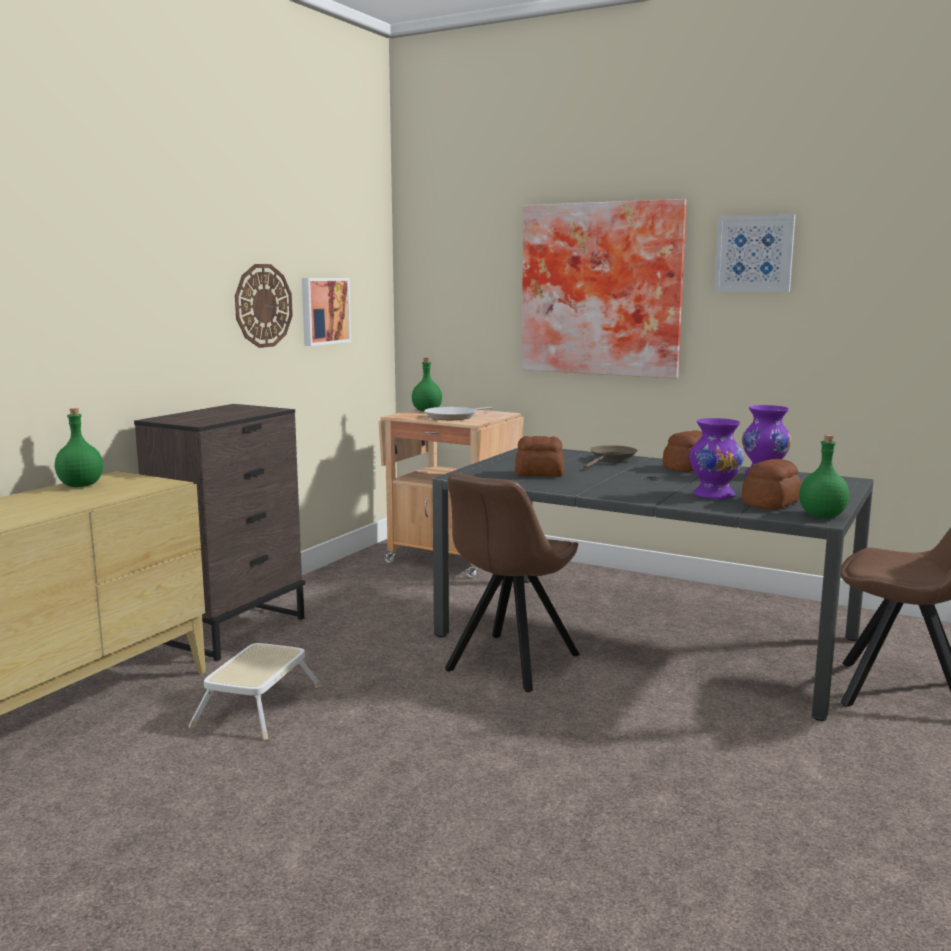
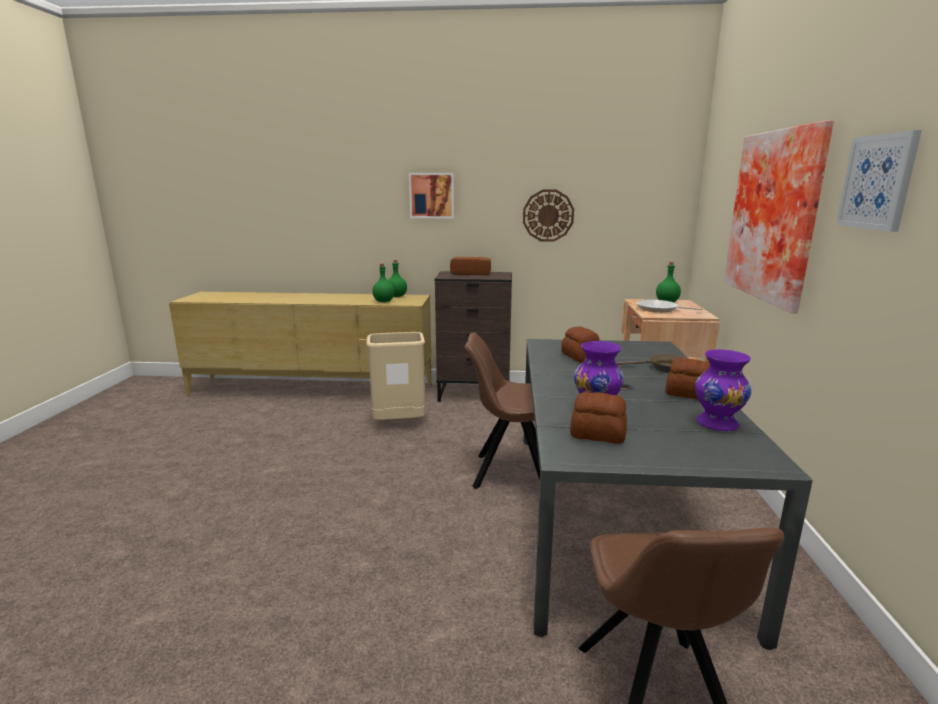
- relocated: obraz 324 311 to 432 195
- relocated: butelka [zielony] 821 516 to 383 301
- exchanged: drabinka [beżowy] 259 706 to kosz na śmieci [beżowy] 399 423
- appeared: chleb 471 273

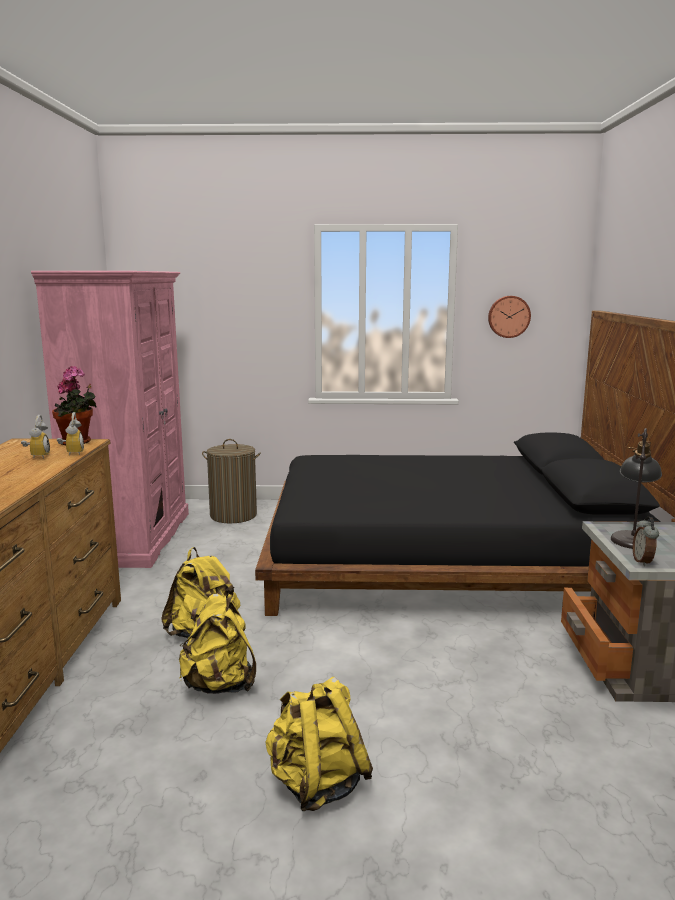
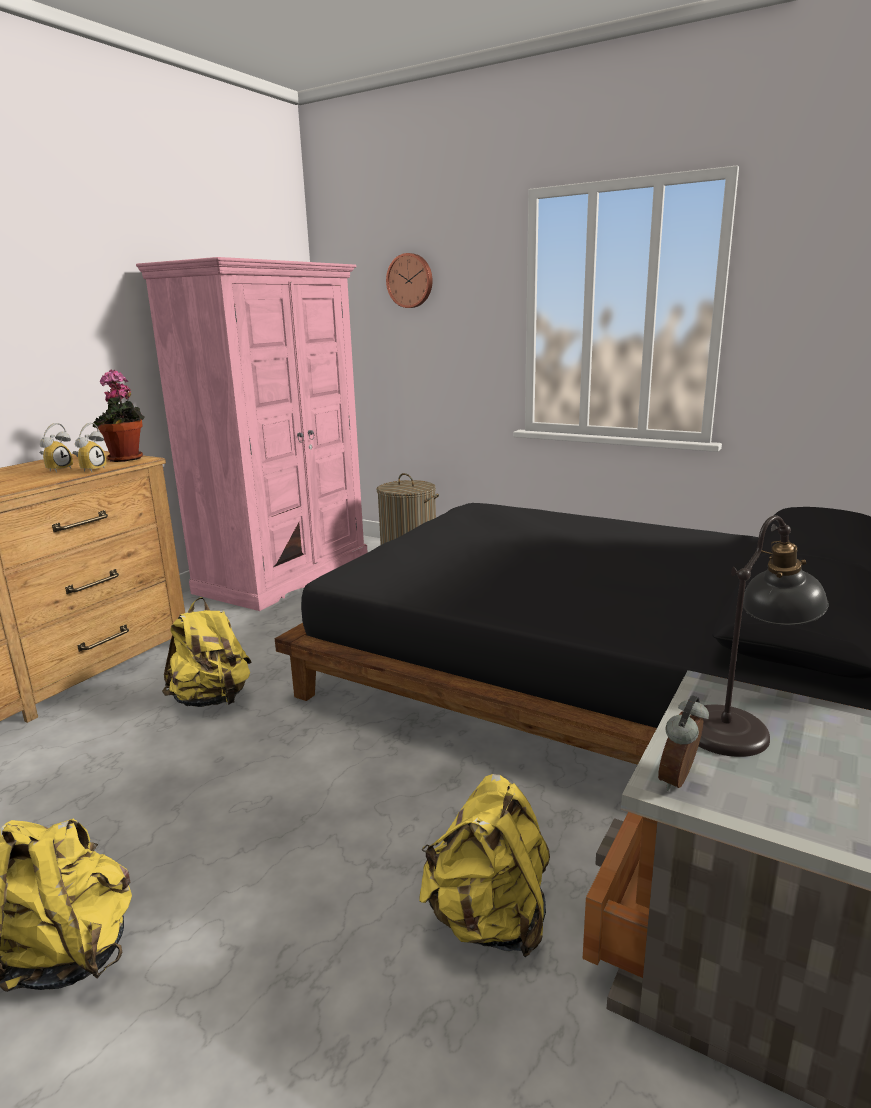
- relocated: zegar ścienny 508 316 to 410 280
- relocated: plecak [żółty] 220 685 to 489 920

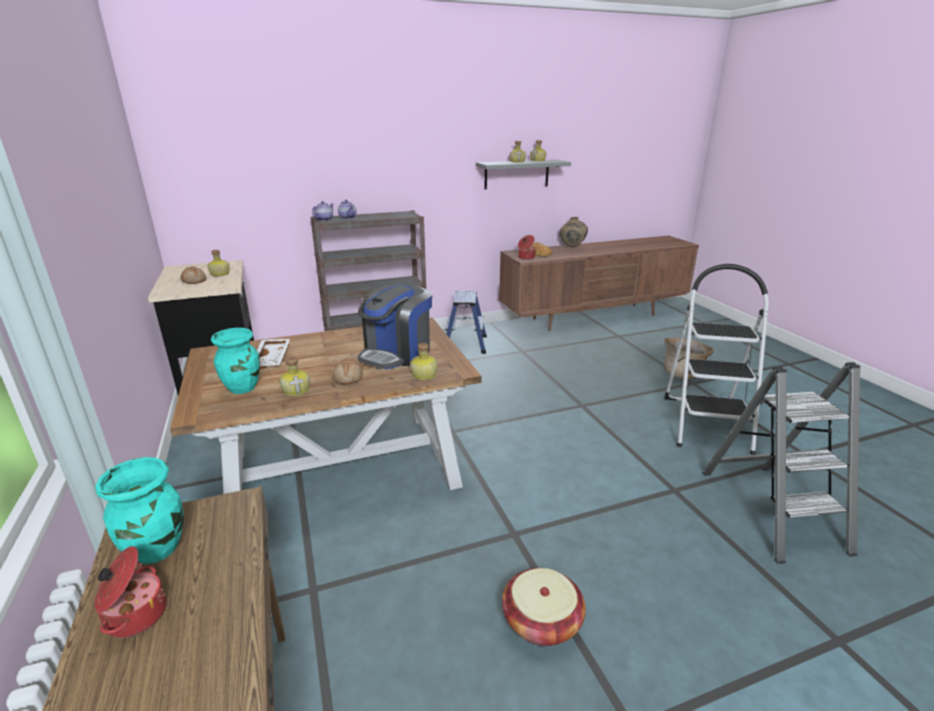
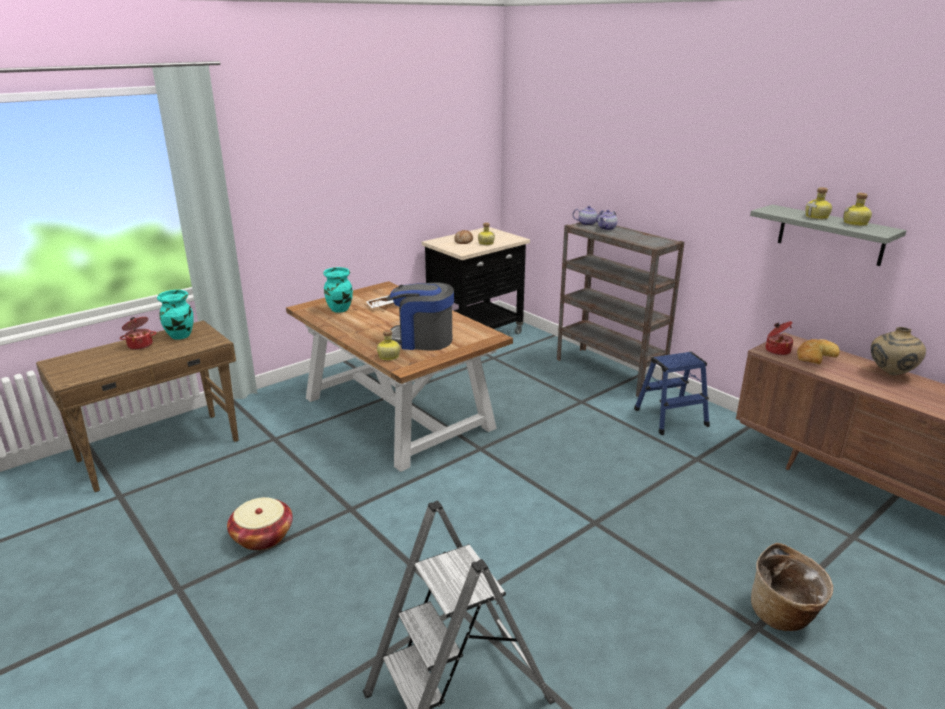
- missing: drabinka 705 422
- missing: butelka 297 390
- missing: chleb 349 377

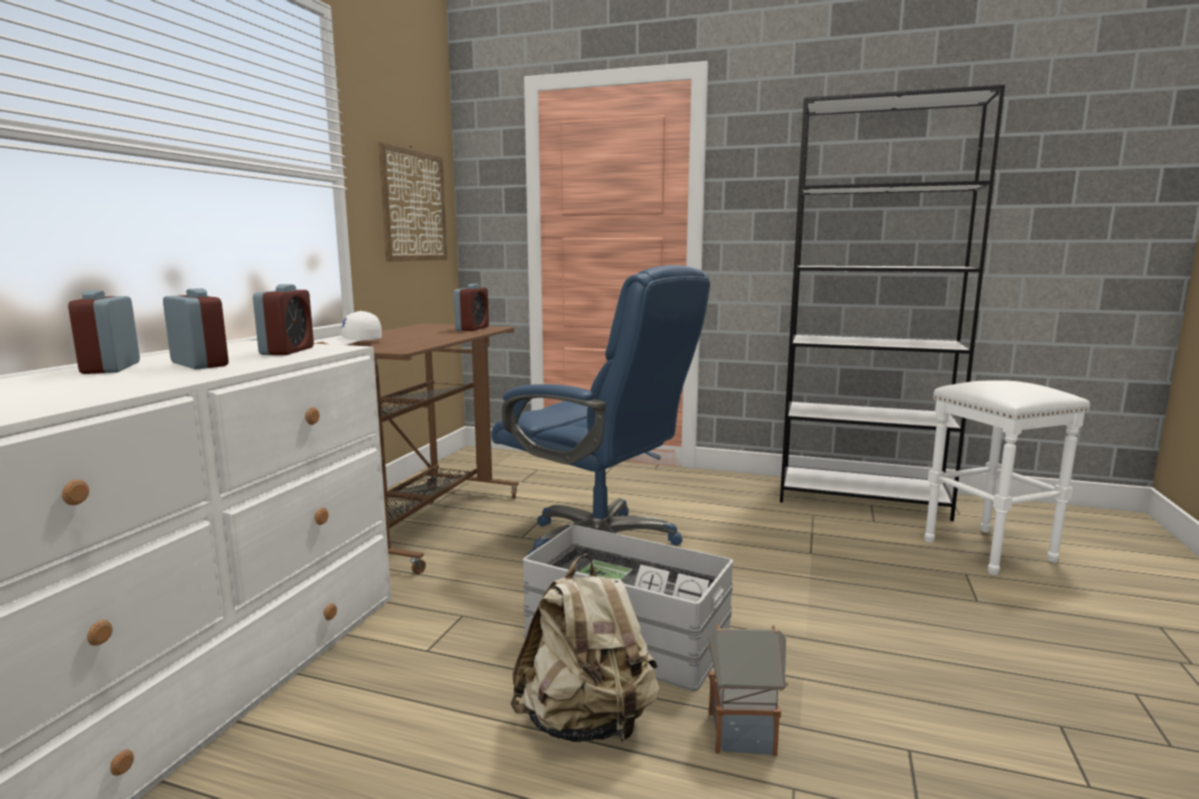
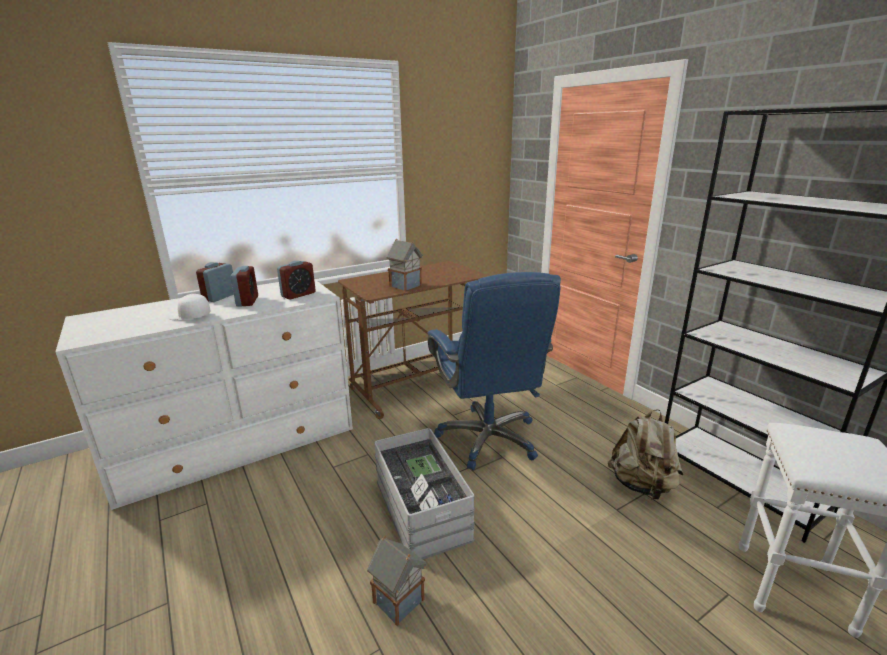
- missing: obraz 414 204
- missing: budzik 472 328
- relocated: czapka z daszkiem [biały] 353 342 to 189 316
- relocated: plecak [beżowy] 586 723 to 642 485
- appeared: domek 406 286

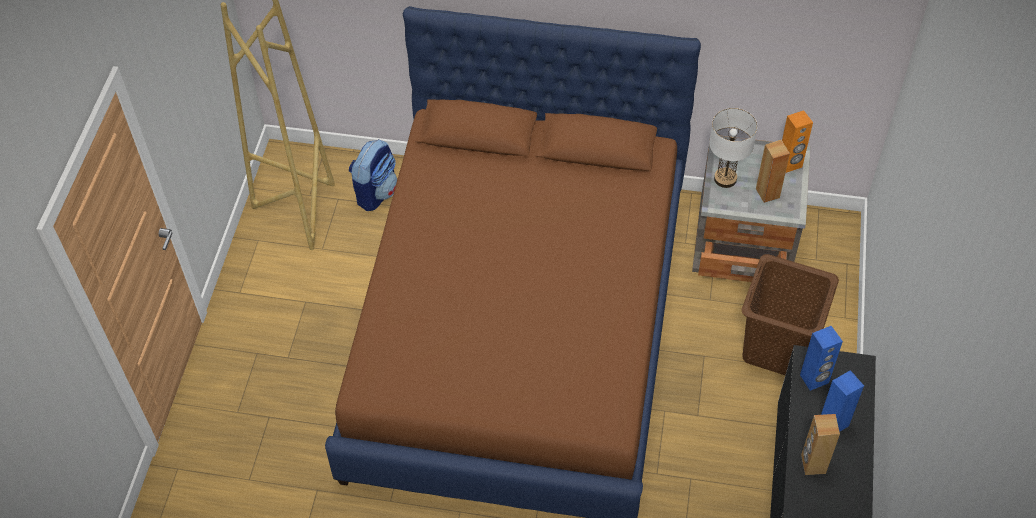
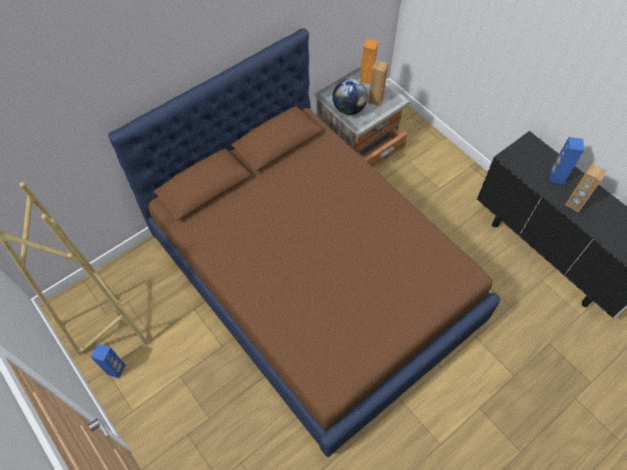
- exchanged: lampa stołowa 725 178 to globus 348 109
- missing: plecak 376 192
- missing: kosz na pranie [brązowy] 776 347
- relocated: głośnik [niebieski] 814 379 to 116 369

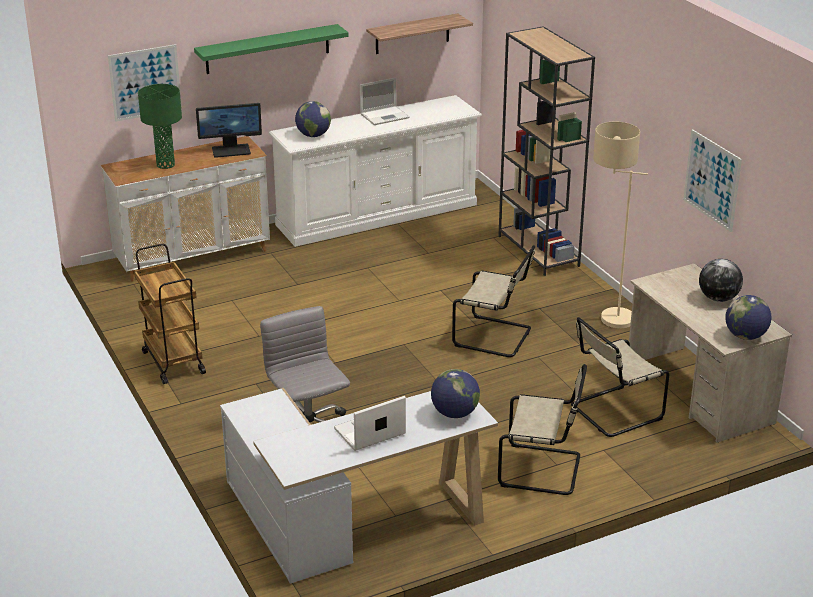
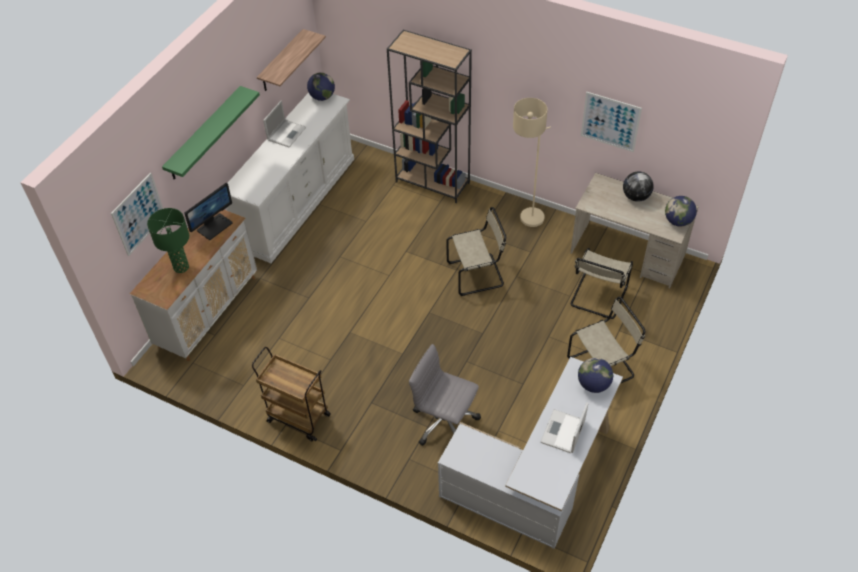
- relocated: globus 313 135 to 322 97

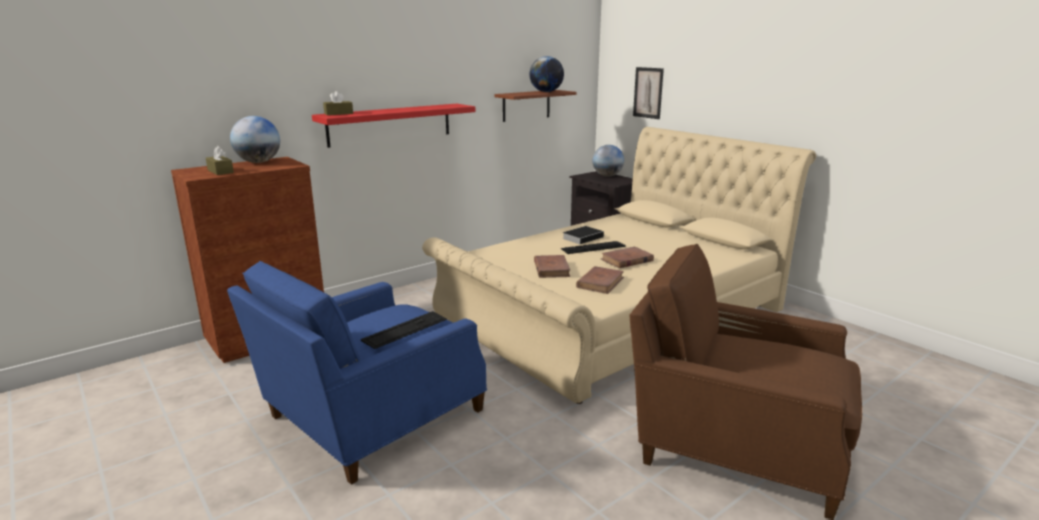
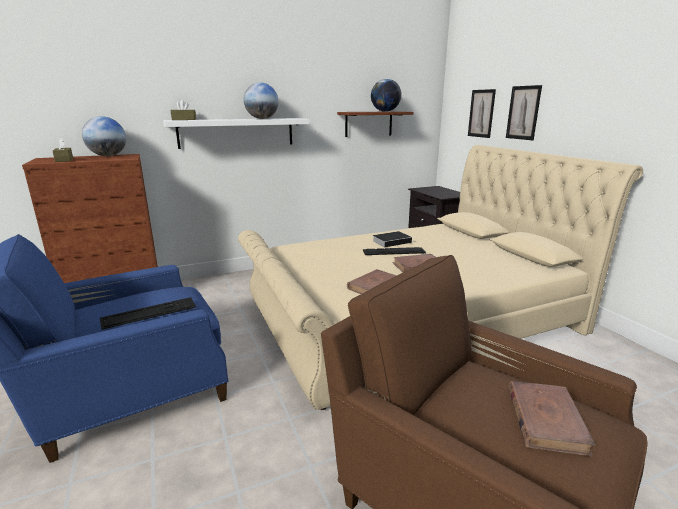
- colour: półka [czerwony] 390 124 to półka [biały] 236 132
- relocated: globus 607 176 to 262 119
- relocated: książka [brązowy] 551 269 to 545 419
- appeared: obraz 523 113

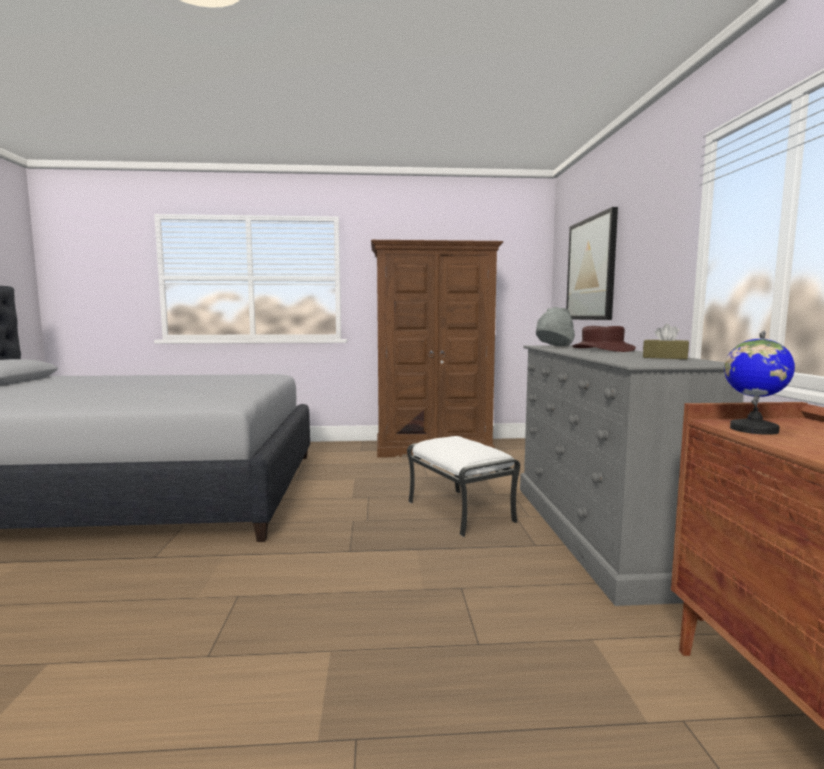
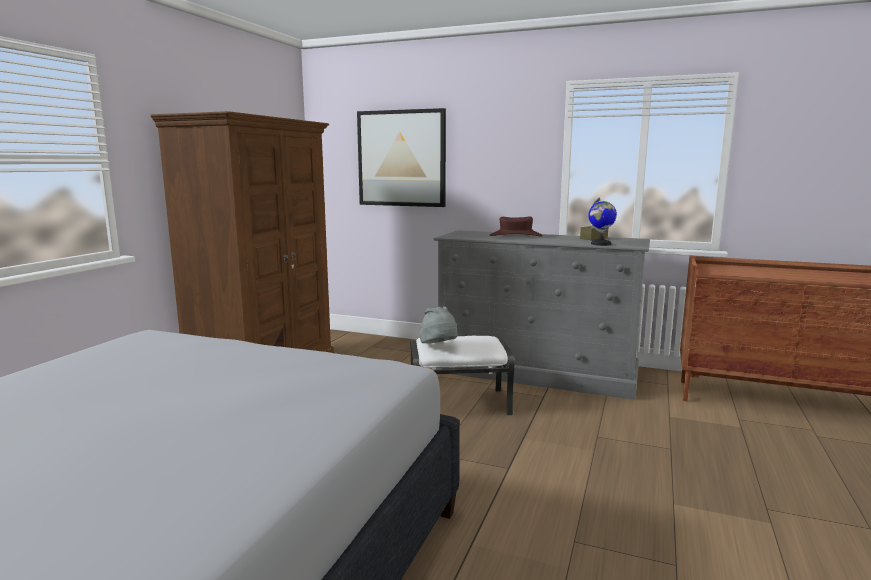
- relocated: kapelusz [szary] 554 346 to 439 347
- relocated: globus 753 429 to 600 244

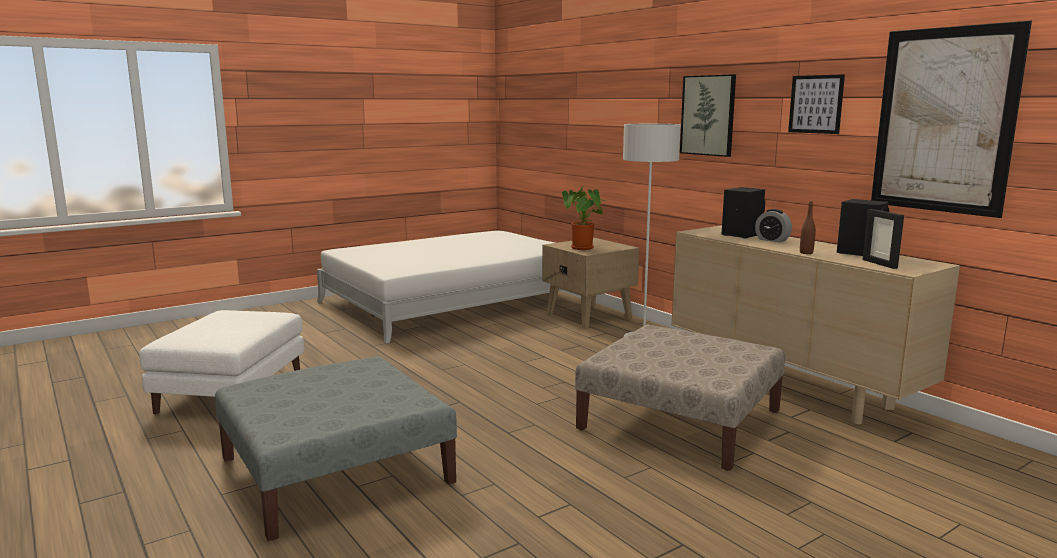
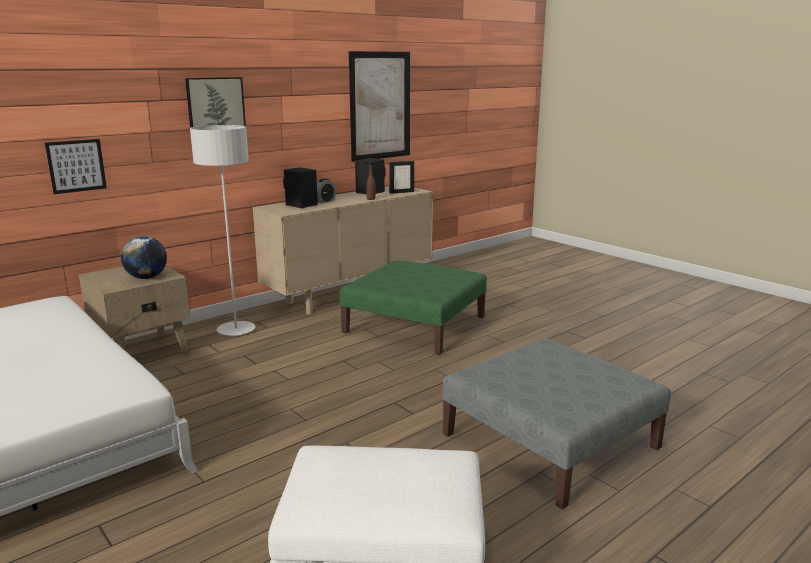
- relocated: obraz 816 104 to 76 166
- exchanged: roślina doniczkowa 583 248 to globus 147 277
- colour: pufa [beżowy] 681 420 to pufa [zielony] 415 324

